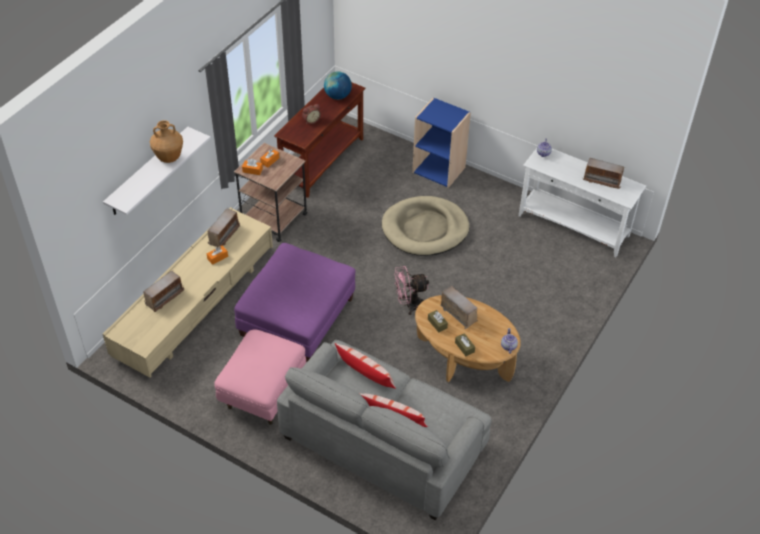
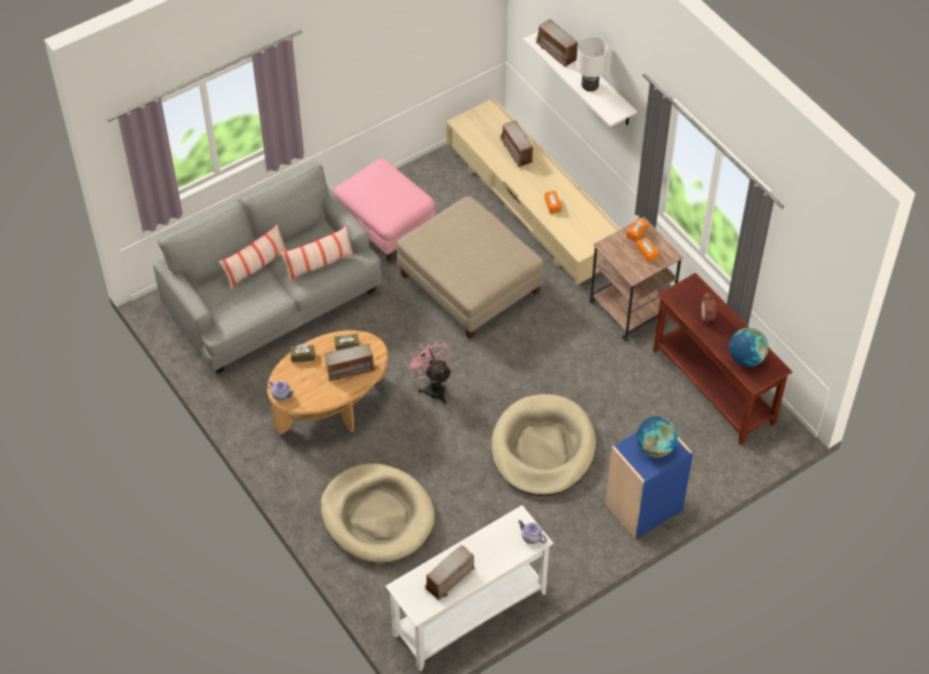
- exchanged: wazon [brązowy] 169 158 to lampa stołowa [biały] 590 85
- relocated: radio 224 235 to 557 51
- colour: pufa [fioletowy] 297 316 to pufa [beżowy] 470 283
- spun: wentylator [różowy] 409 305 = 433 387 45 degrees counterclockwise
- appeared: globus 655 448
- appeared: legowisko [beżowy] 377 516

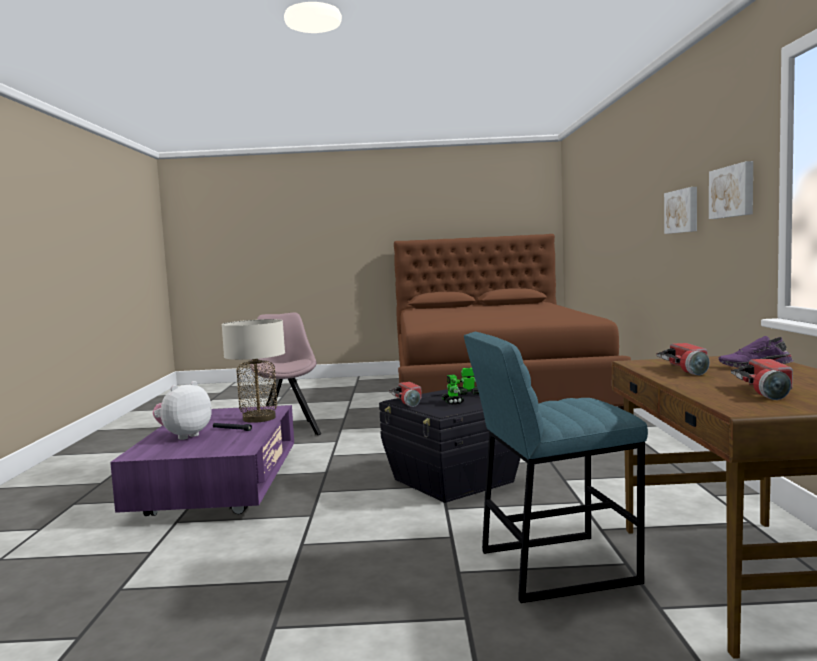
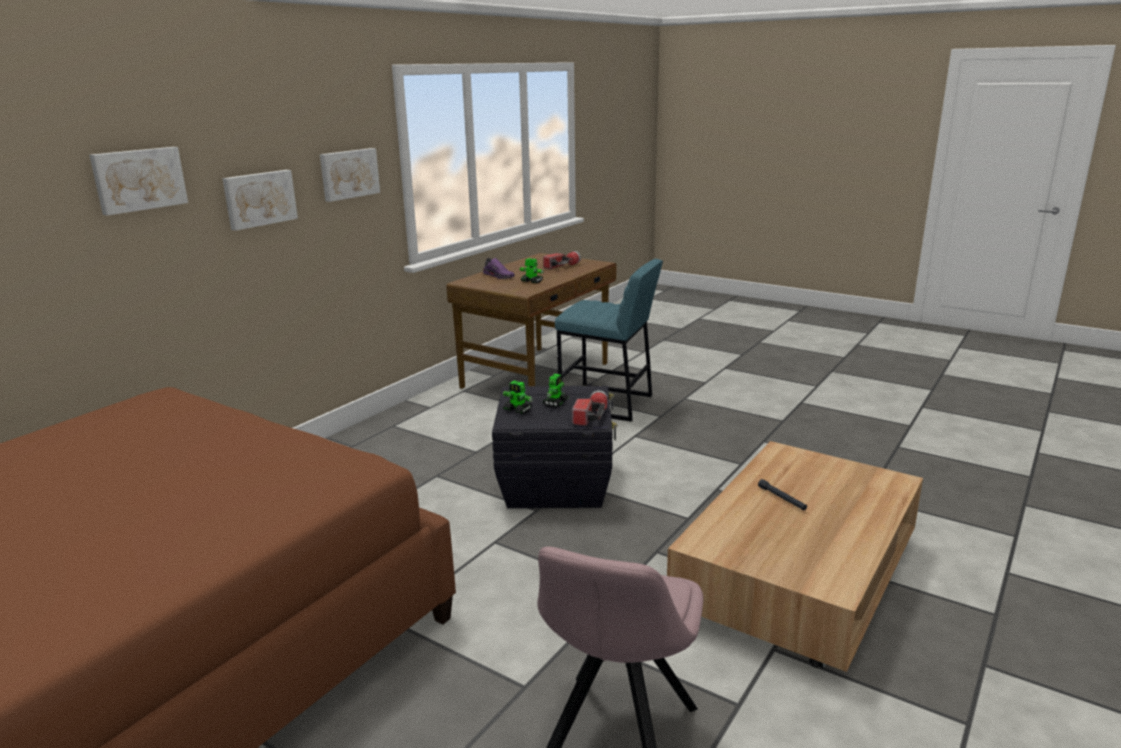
- missing: lampa stołowa 259 418
- exchanged: latarka 686 369 to robot zabawkowy 531 281
- missing: pluszak 184 436
- colour: ława [fioletowy] 218 485 to ława [brązowy] 797 577
- appeared: obraz 138 179

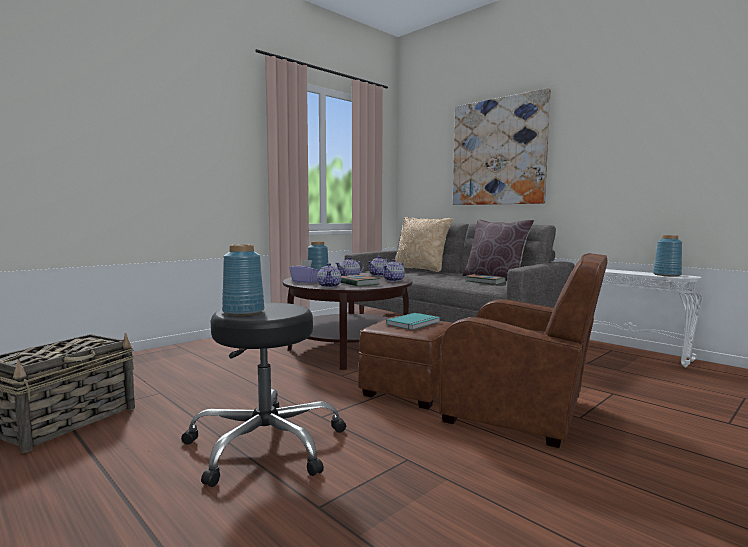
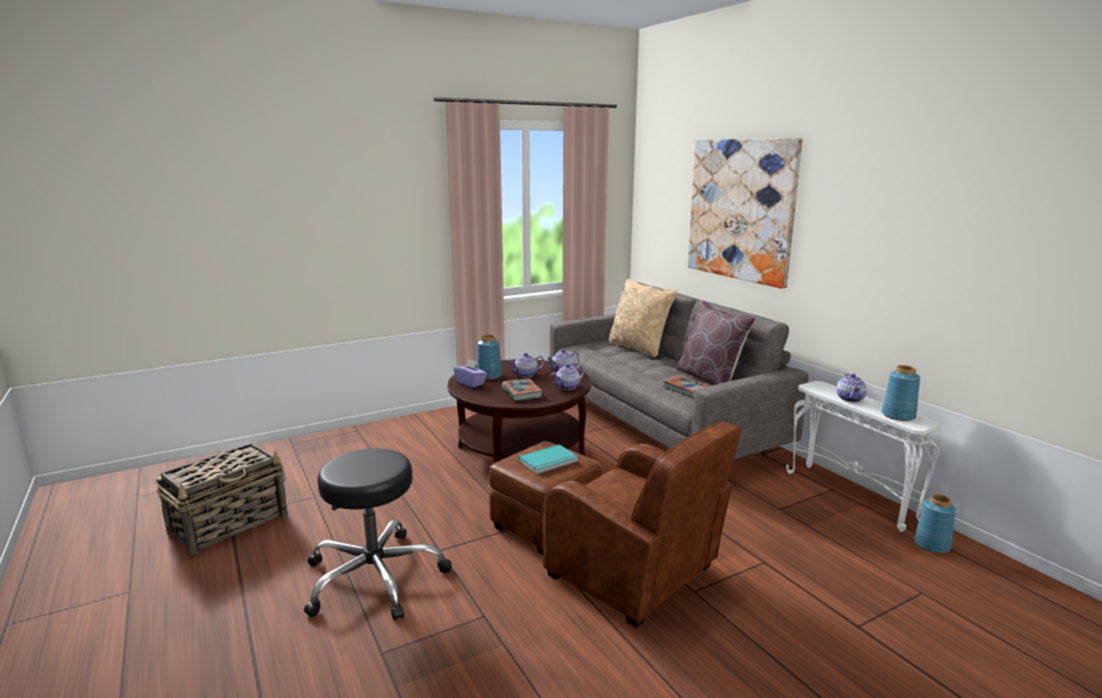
- relocated: wazon [niebieski] 244 311 to 932 545
- relocated: imbryk 329 286 to 850 399

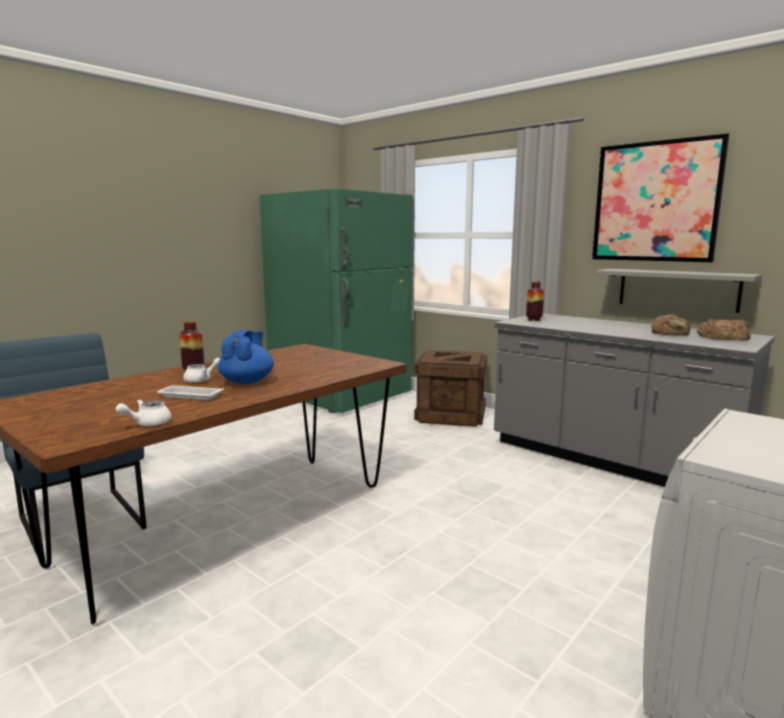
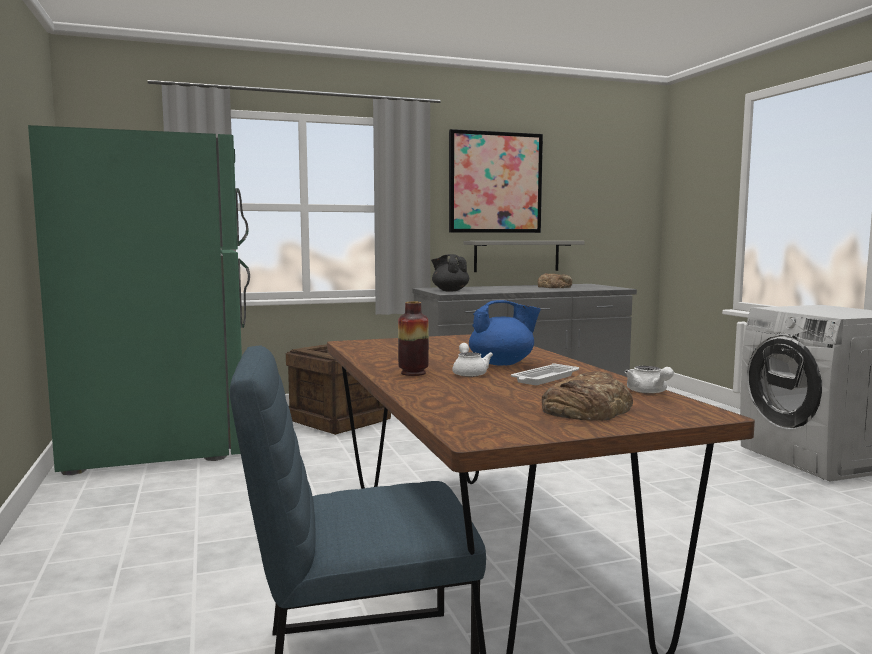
- exchanged: wazon 534 320 to imbryk [czarny] 450 290
- relocated: chleb 724 336 to 586 409
- spun: imbryk [niebieski] 247 381 = 502 364 135 degrees clockwise

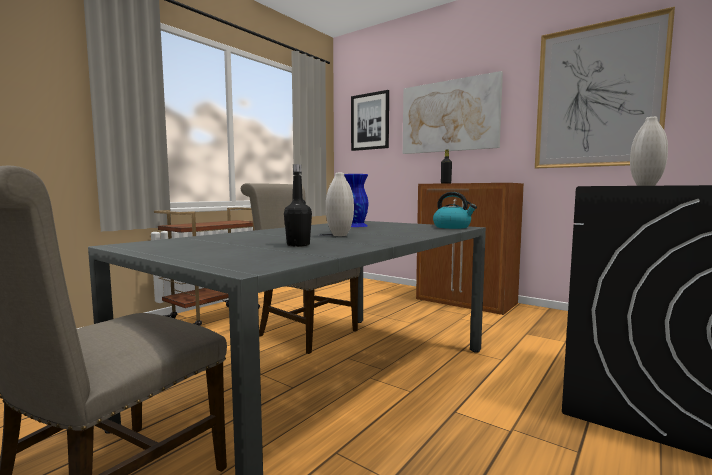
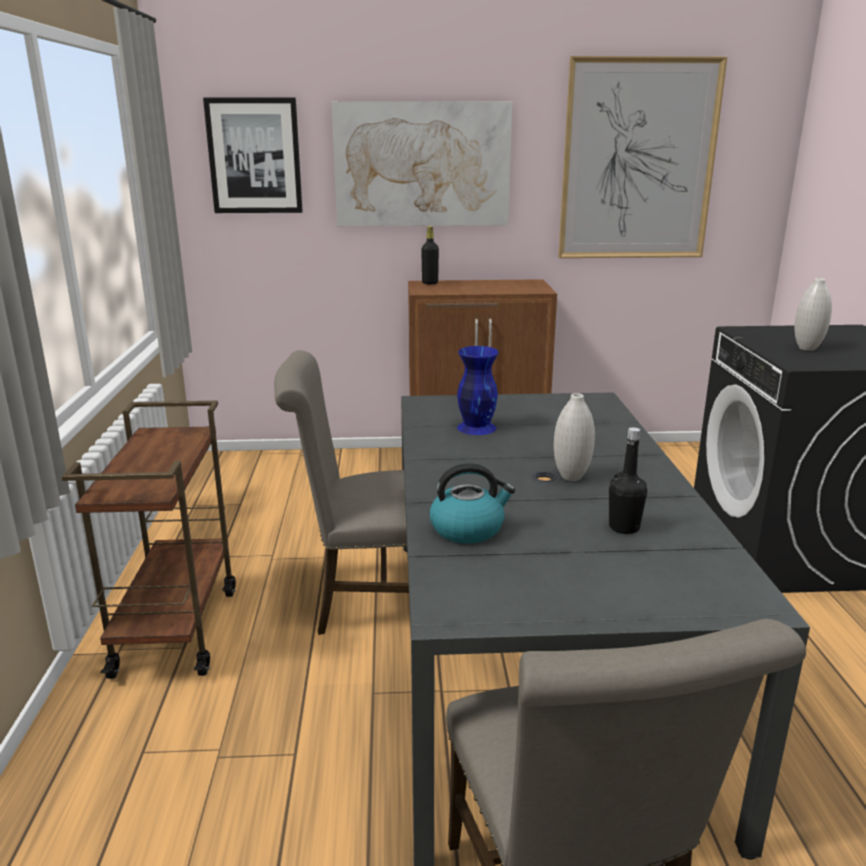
- relocated: czajnik 452 227 to 468 529

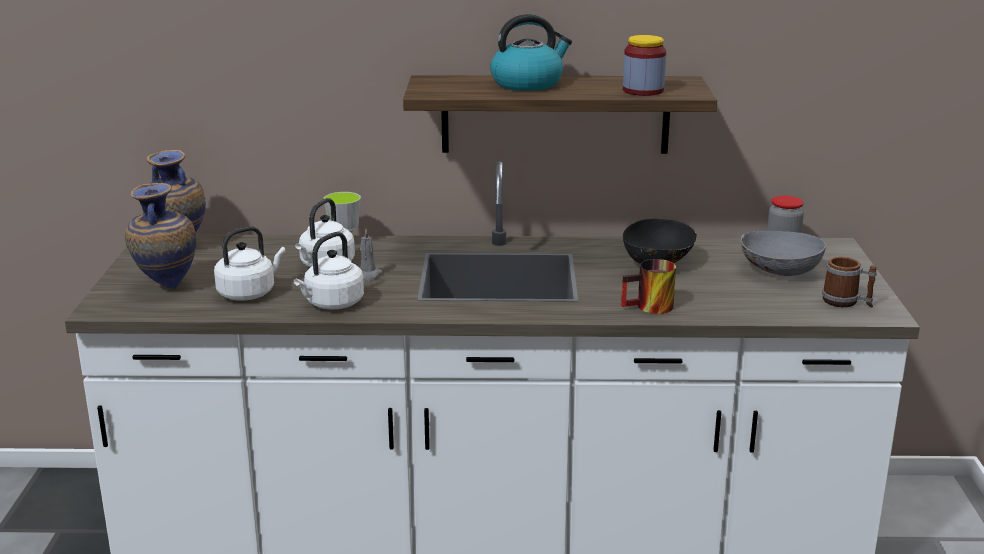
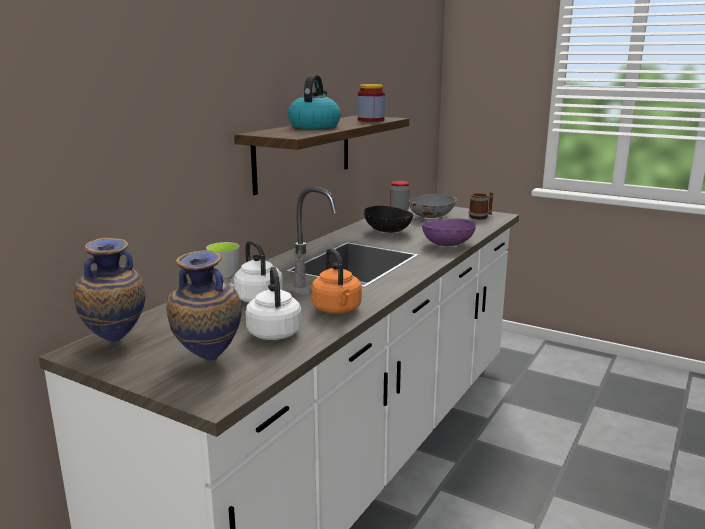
- colour: czajnik [biały] 332 304 to czajnik [pomarańczowy] 337 310
- exchanged: kubek 650 308 to miska [fioletowy] 447 244

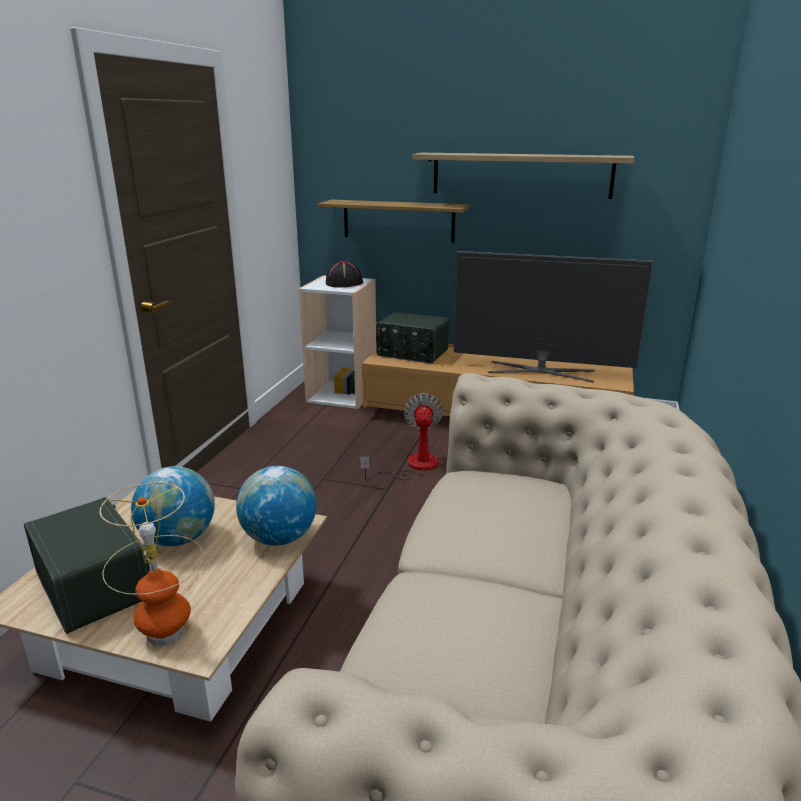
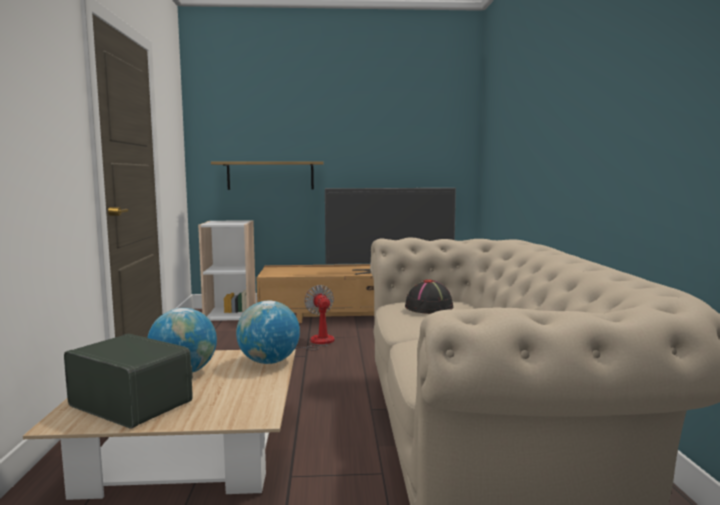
- missing: półka 521 175
- relocated: kapelusz [czarny] 344 283 to 429 307
- missing: radio 412 353
- missing: lampa stołowa 165 633

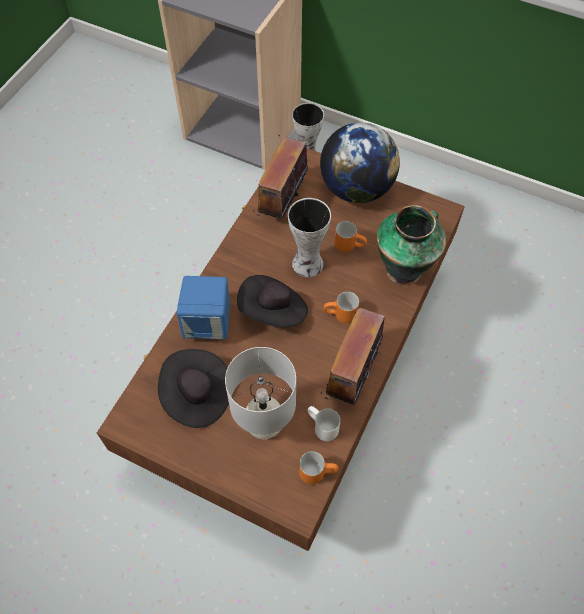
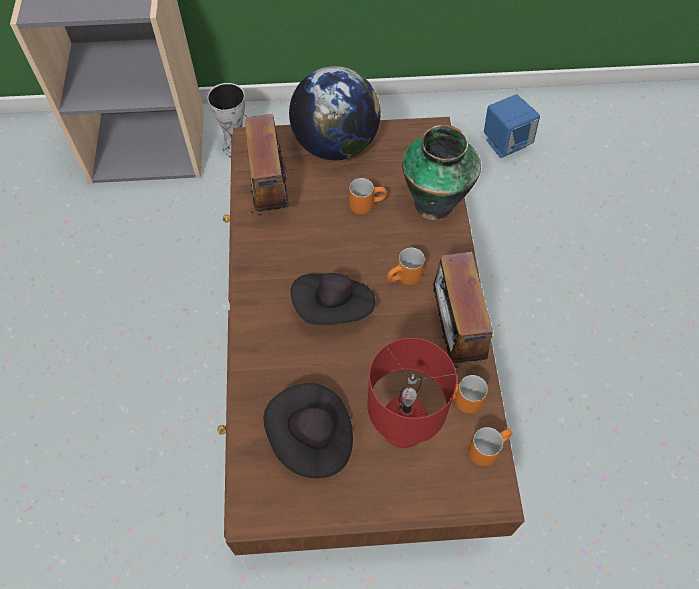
- missing: wazon 306 265
- relocated: głośnik [niebieski] 208 323 to 505 143
- colour: lampa stołowa [szary] 265 423 to lampa stołowa [czerwony] 402 427
- colour: kubek [biały] 321 428 to kubek [pomarańczowy] 461 402

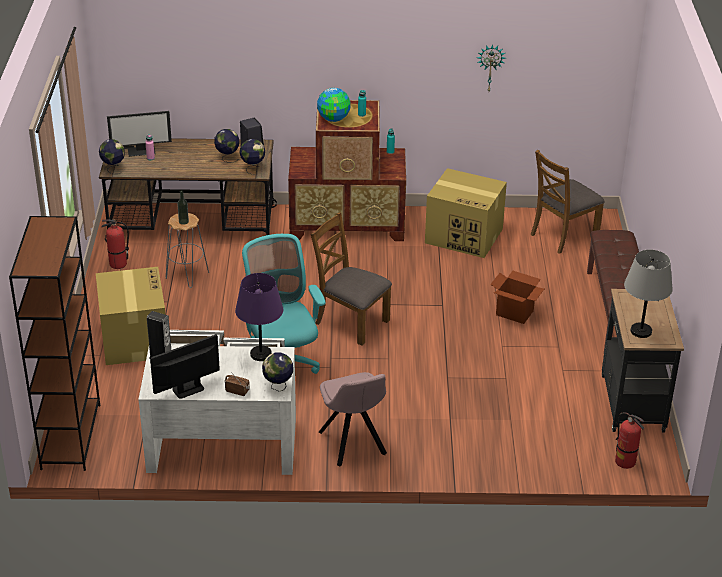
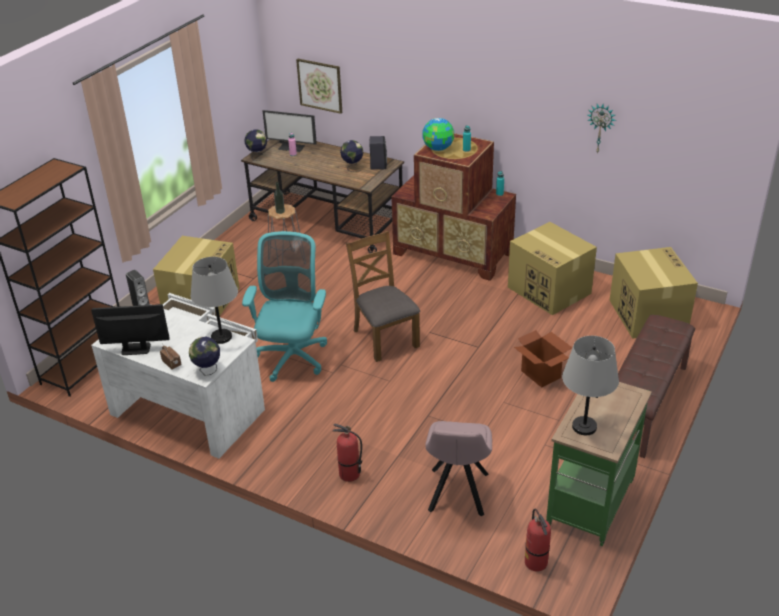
- missing: globus 253 168
- exchanged: krzesło [brązowy] 563 235 to karton 647 314
- relocated: gaśnica 118 264 to 349 474
- colour: lampa stołowa [fioletowy] 261 354 to lampa stołowa [szary] 221 337
- colour: wózek [czarny] 631 401 to wózek [zielony] 592 500
- relocated: krzesło [różowy] 352 443 to 457 492
- appeared: obraz 320 85

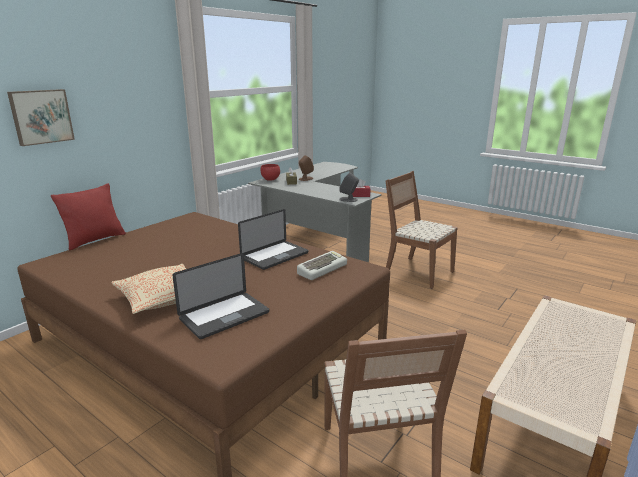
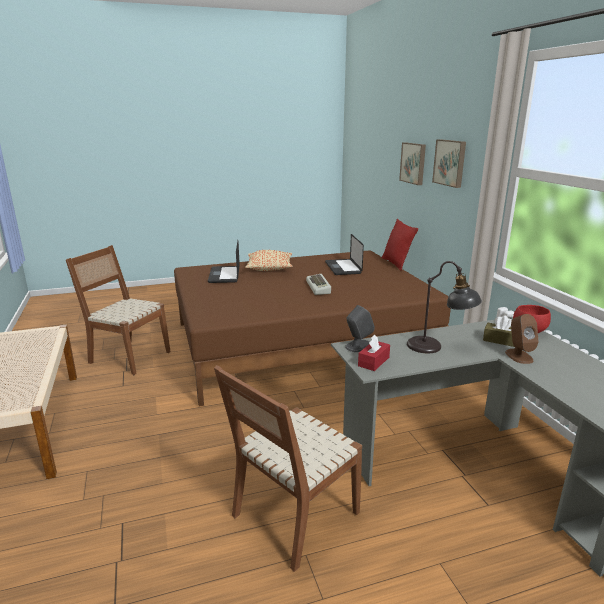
- spun: krzesło 416 272 = 292 518 150 degrees clockwise
- relocated: laptop 275 256 to 343 268
- relocated: klawiatura 322 269 to 319 287
- appeared: obraz 450 163
- appeared: lampa stołowa [szary] 439 346

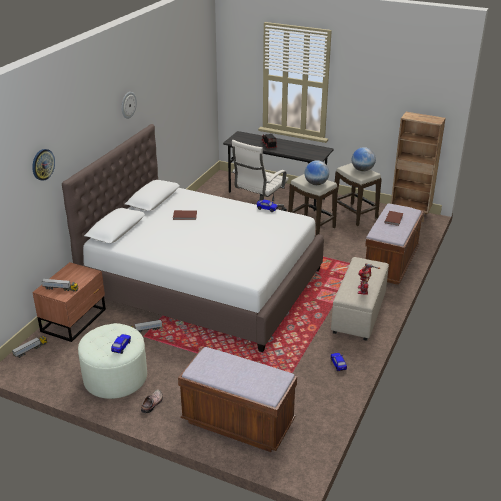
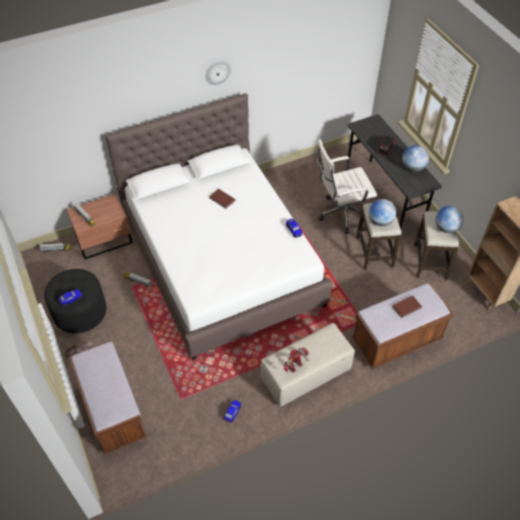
- missing: zegar ścienny 42 164
- colour: pufa [biały] 115 377 to pufa [czarny] 80 311
- appeared: globus 413 167

